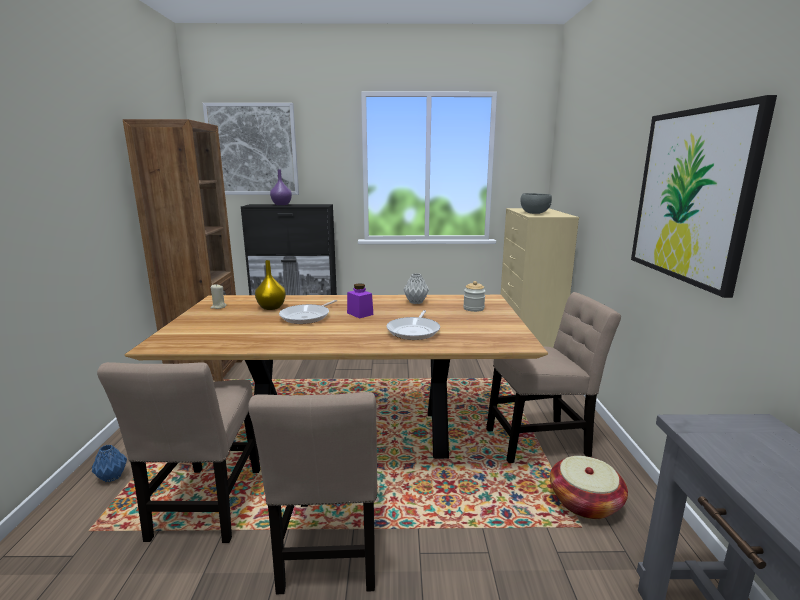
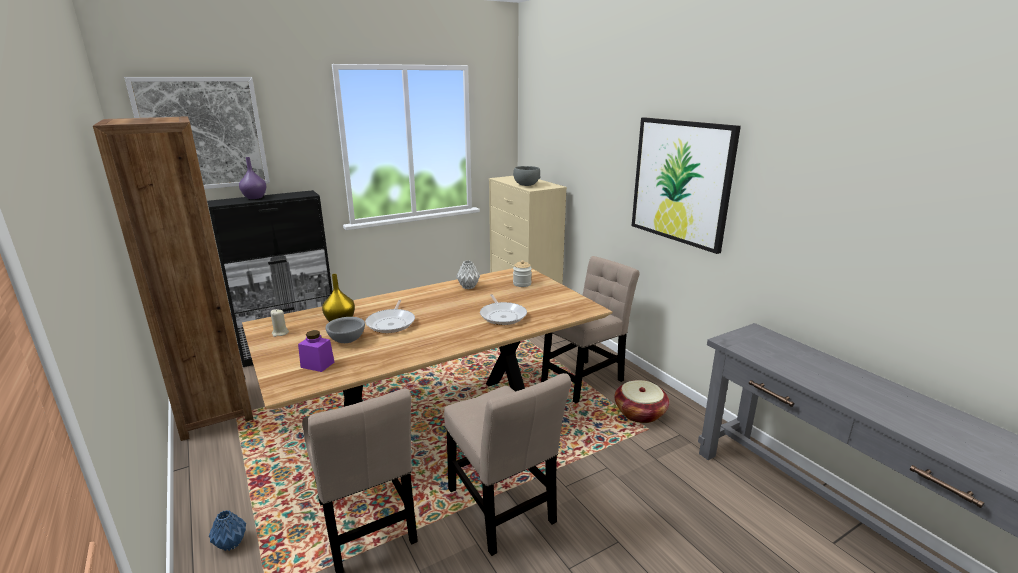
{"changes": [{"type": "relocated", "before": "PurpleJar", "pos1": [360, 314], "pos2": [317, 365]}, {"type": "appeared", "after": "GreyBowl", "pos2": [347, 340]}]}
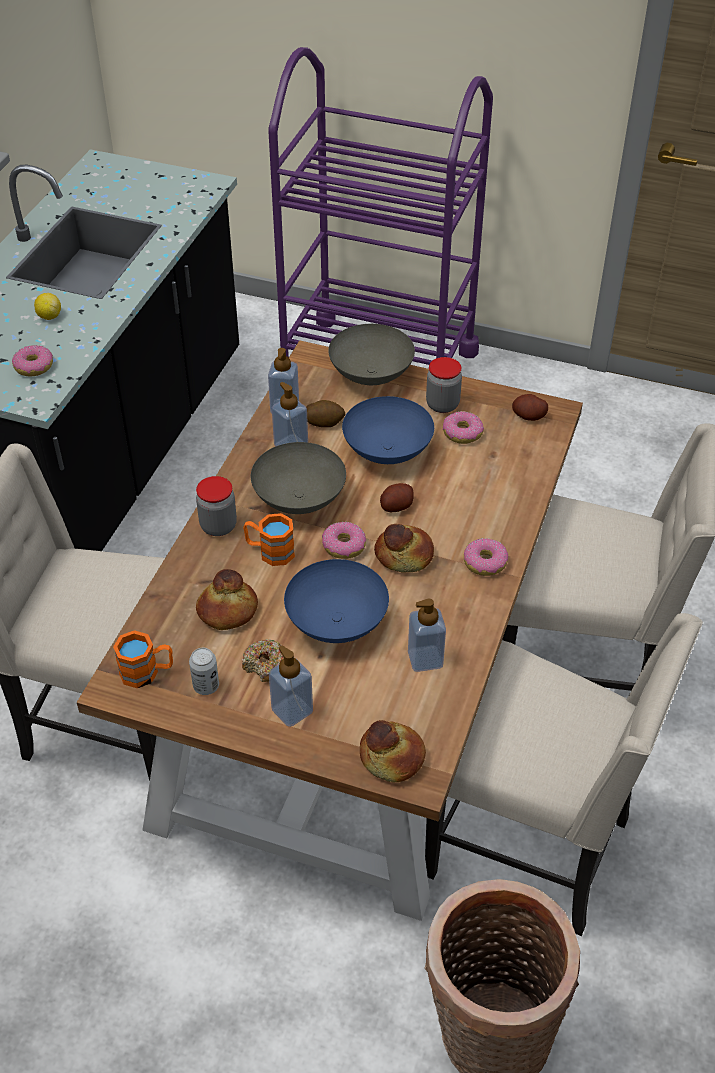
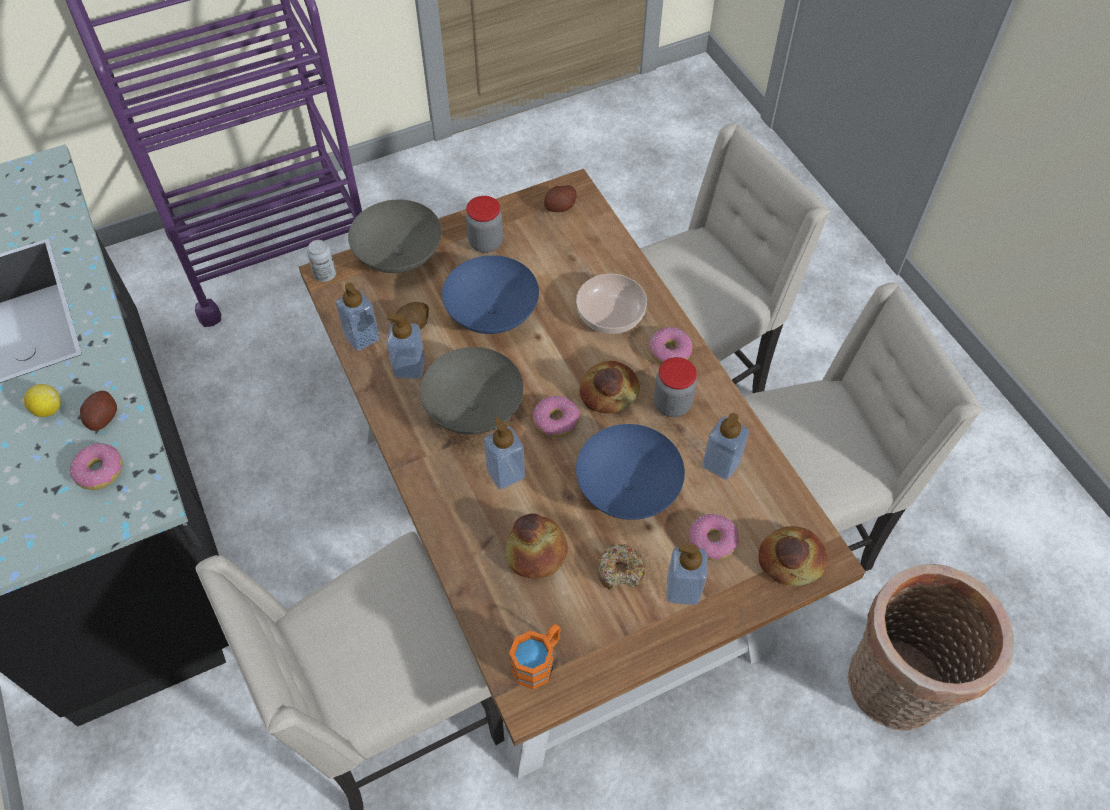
{"changes": [{"type": "relocated", "before": "Donut", "pos1": [462, 433], "pos2": [712, 541]}, {"type": "relocated", "before": "Jar", "pos1": [218, 526], "pos2": [672, 404]}, {"type": "relocated", "before": "Potato", "pos1": [396, 506], "pos2": [102, 418]}, {"type": "exchanged", "before": "OrangeMug", "after": "SoapDispenser", "pos1": [270, 551], "pos2": [505, 473]}, {"type": "relocated", "before": "Can", "pos1": [206, 686], "pos2": [325, 275]}, {"type": "appeared", "after": "Bowl", "pos2": [611, 313]}]}
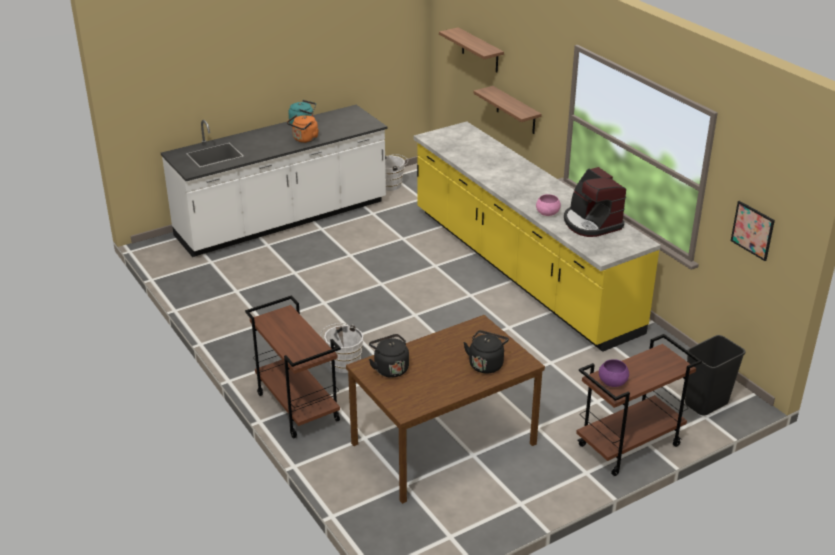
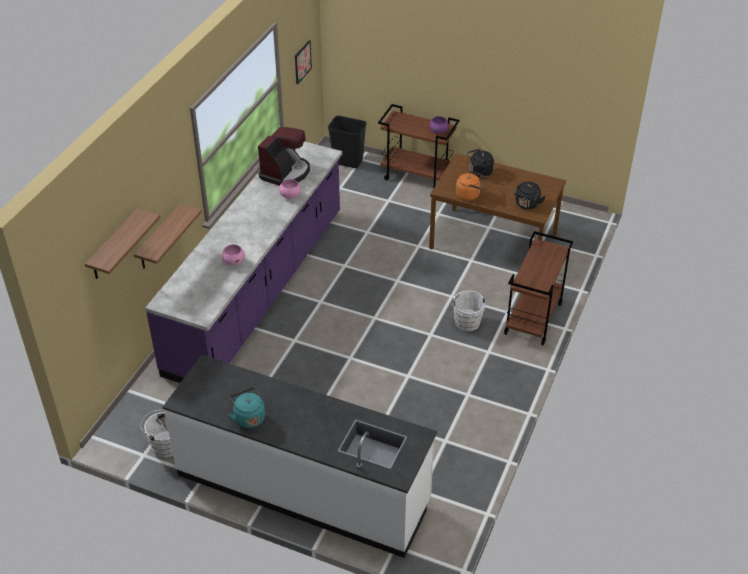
{"changes": [{"type": "relocated", "before": "OrangeKettle", "pos1": [304, 139], "pos2": [469, 195]}, {"type": "colour", "before": "YellowCounter", "after": "PurpleCounter", "pos1": [520, 269], "pos2": [258, 291]}, {"type": "appeared", "after": "PinkBowl", "pos2": [234, 262]}]}
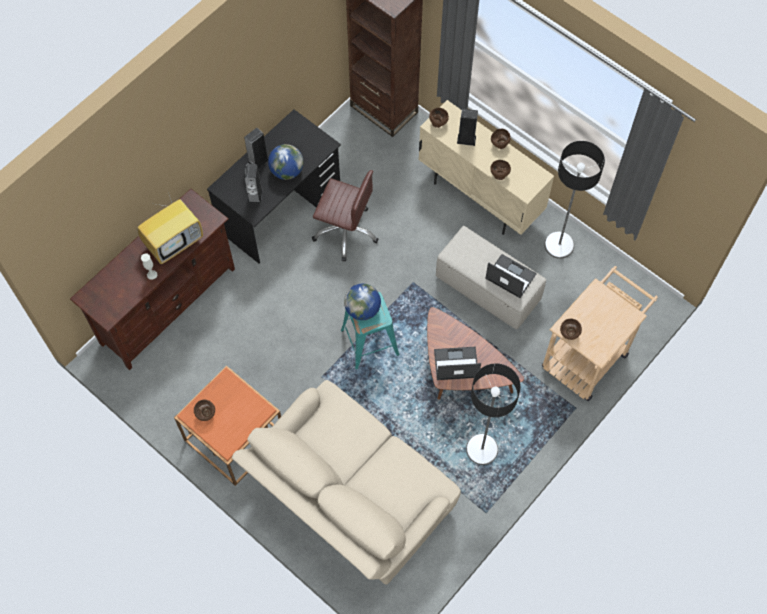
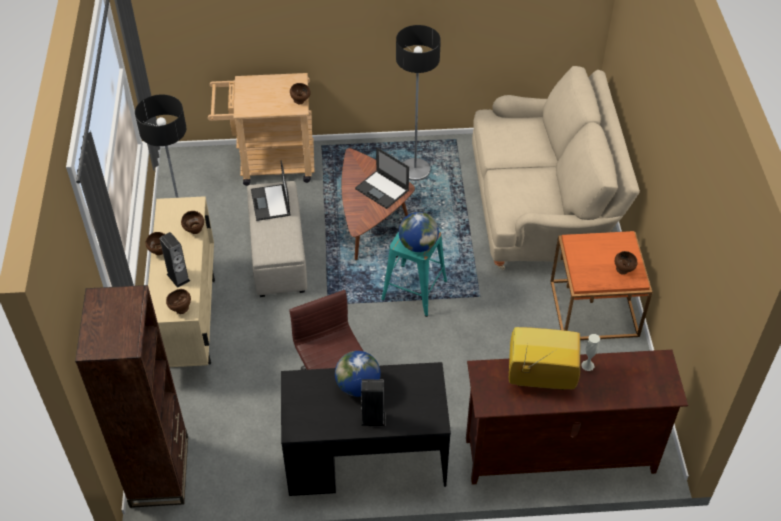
{"changes": [{"type": "missing", "before": "Speaker", "pos1": [255, 195]}]}
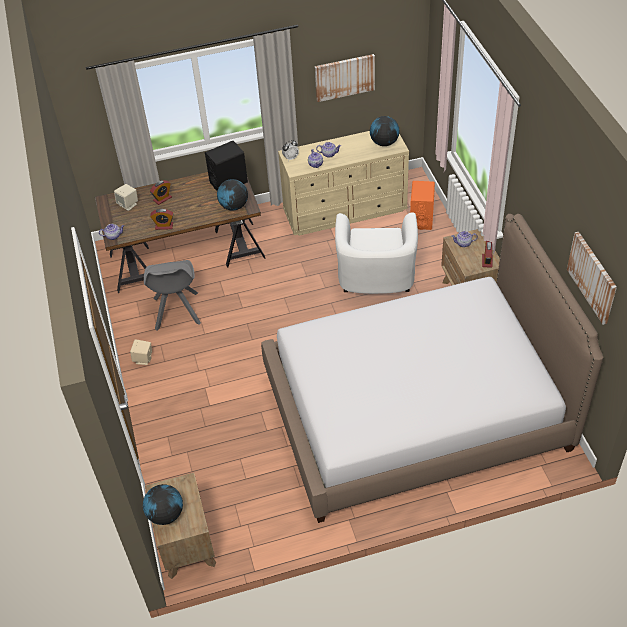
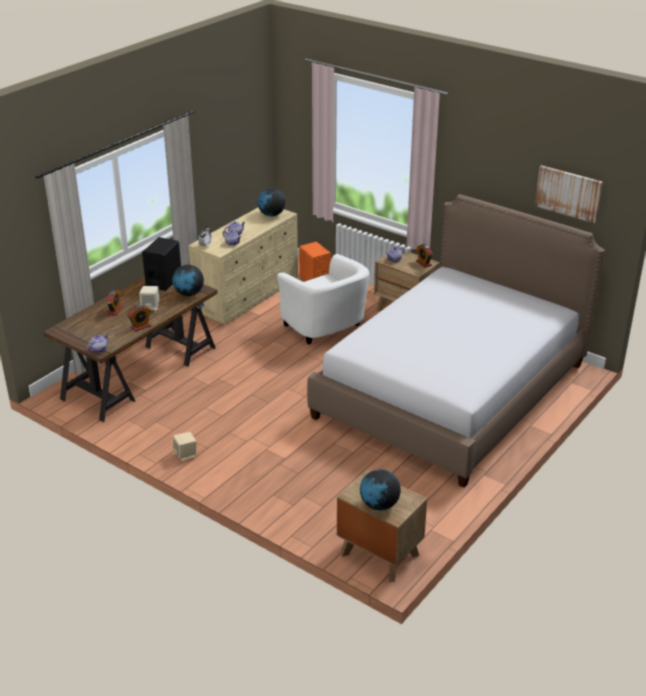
{"changes": [{"type": "missing", "before": "Picture", "pos1": [344, 77]}, {"type": "relocated", "before": "BeigeSpeaker", "pos1": [128, 204], "pos2": [151, 307]}, {"type": "missing", "before": "GreyChair", "pos1": [176, 312]}]}
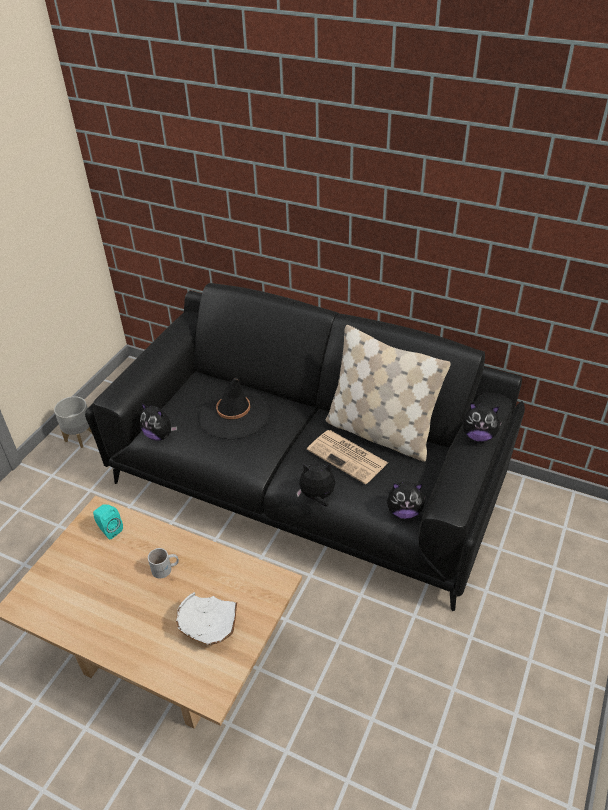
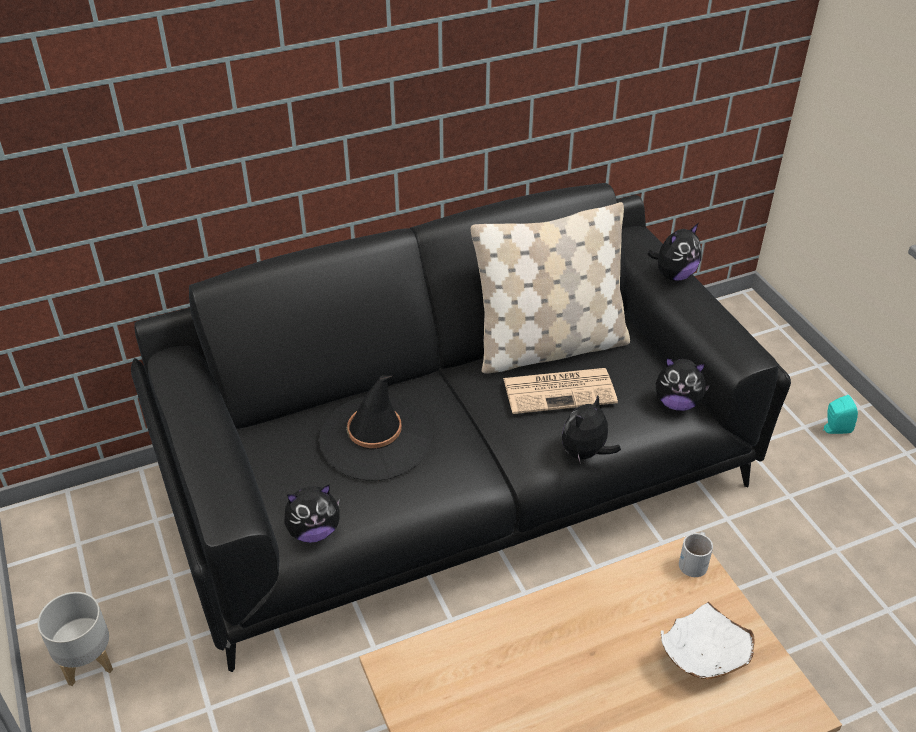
{"changes": [{"type": "spun", "before": "PlushToy", "pos1": [404, 511], "pos2": [677, 403], "turn": 60}, {"type": "relocated", "before": "TurquoiseSpeaker", "pos1": [109, 530], "pos2": [834, 429]}, {"type": "relocated", "before": "WhiteMug", "pos1": [165, 569], "pos2": [695, 561]}]}
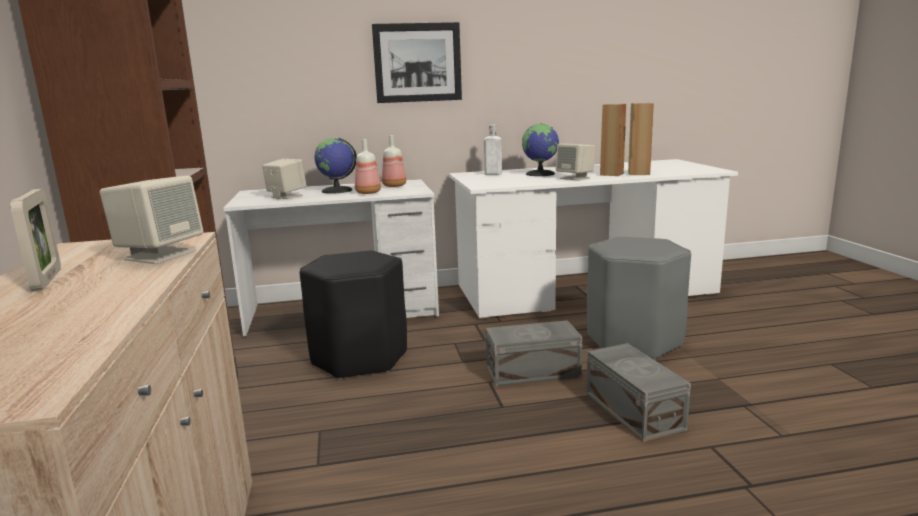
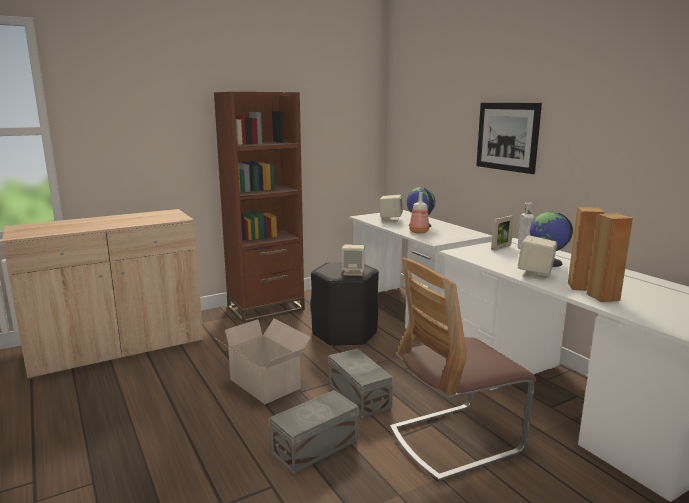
{"changes": [{"type": "missing", "before": "Bottle", "pos1": [393, 186]}, {"type": "relocated", "before": "BeigeSpeaker", "pos1": [160, 255], "pos2": [353, 272]}, {"type": "relocated", "before": "PictureFrame", "pos1": [47, 279], "pos2": [501, 247]}, {"type": "exchanged", "before": "GreyStool", "after": "Chair", "pos1": [633, 340], "pos2": [455, 440]}, {"type": "appeared", "after": "CardboardBox", "pos2": [265, 385]}]}
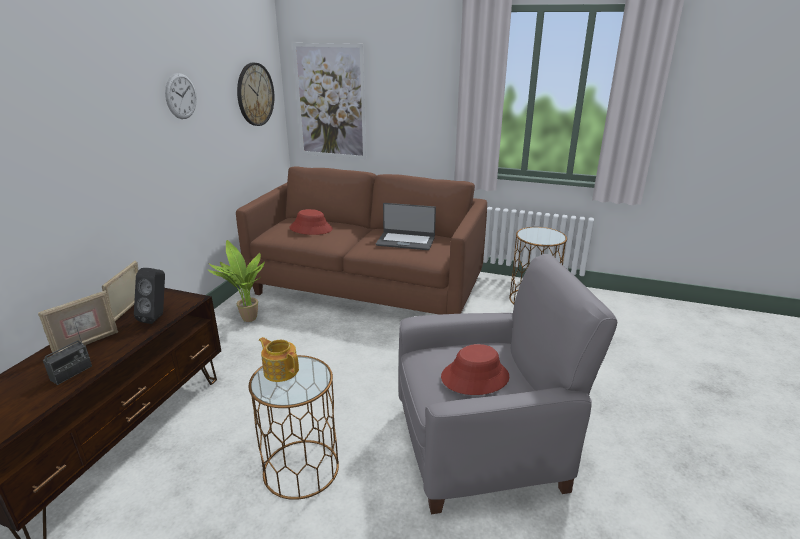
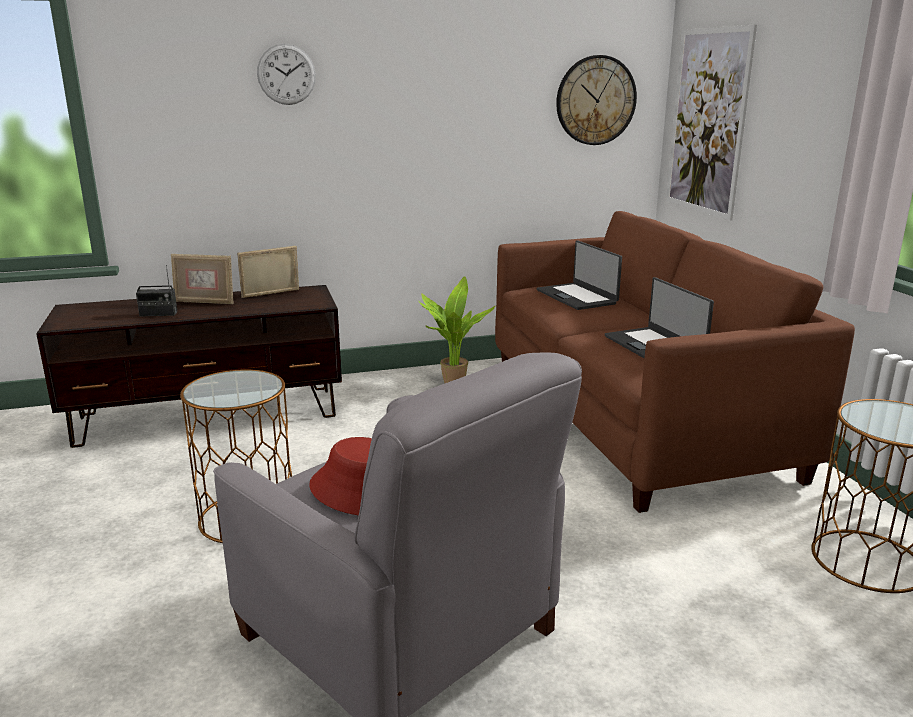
{"changes": [{"type": "relocated", "before": "WallClock", "pos1": [181, 96], "pos2": [286, 74]}, {"type": "exchanged", "before": "RedHat", "after": "Laptop", "pos1": [311, 228], "pos2": [577, 297]}, {"type": "missing", "before": "BlackSpeaker", "pos1": [157, 317]}, {"type": "missing", "before": "Teapot", "pos1": [280, 371]}]}
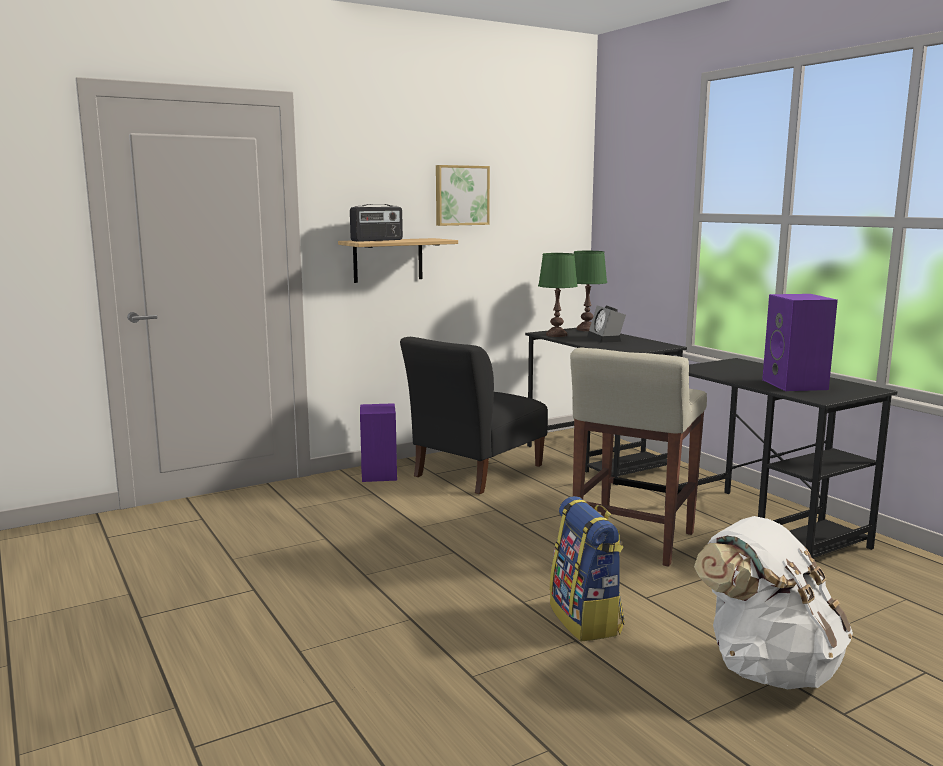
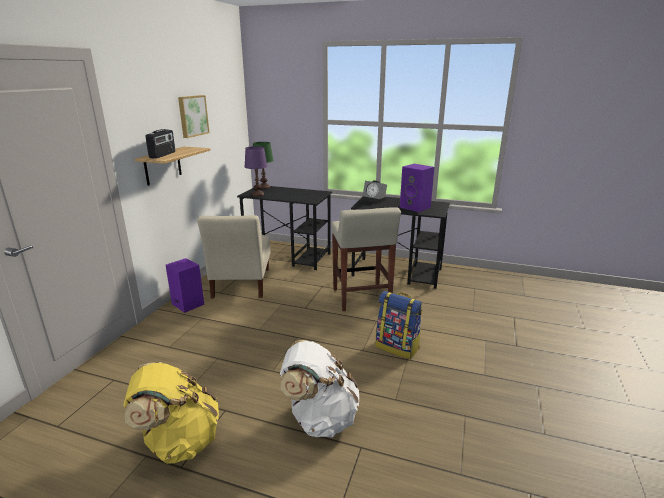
{"changes": [{"type": "colour", "before": "GreenTableLamp", "after": "PurpleTableLamp", "pos1": [556, 335], "pos2": [257, 194]}, {"type": "relocated", "before": "AlarmClock", "pos1": [606, 339], "pos2": [374, 199]}, {"type": "colour", "before": "BlackChair", "after": "BeigeChair", "pos1": [475, 473], "pos2": [241, 285]}, {"type": "relocated", "before": "WhiteBackpack", "pos1": [767, 668], "pos2": [320, 418]}, {"type": "appeared", "after": "YellowBackpack", "pos2": [179, 441]}]}
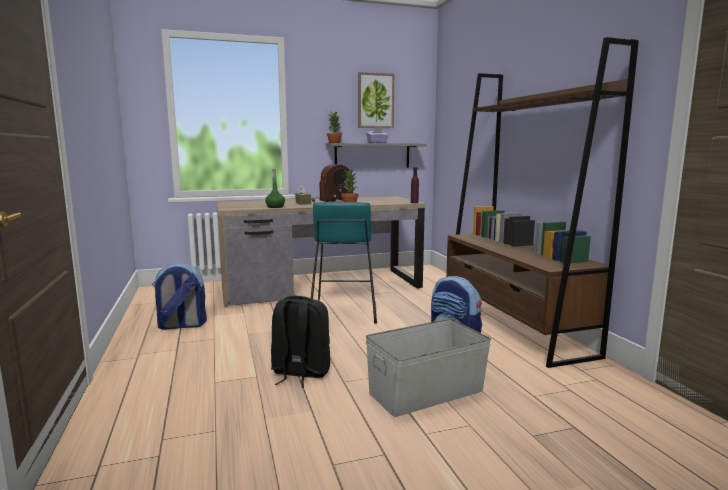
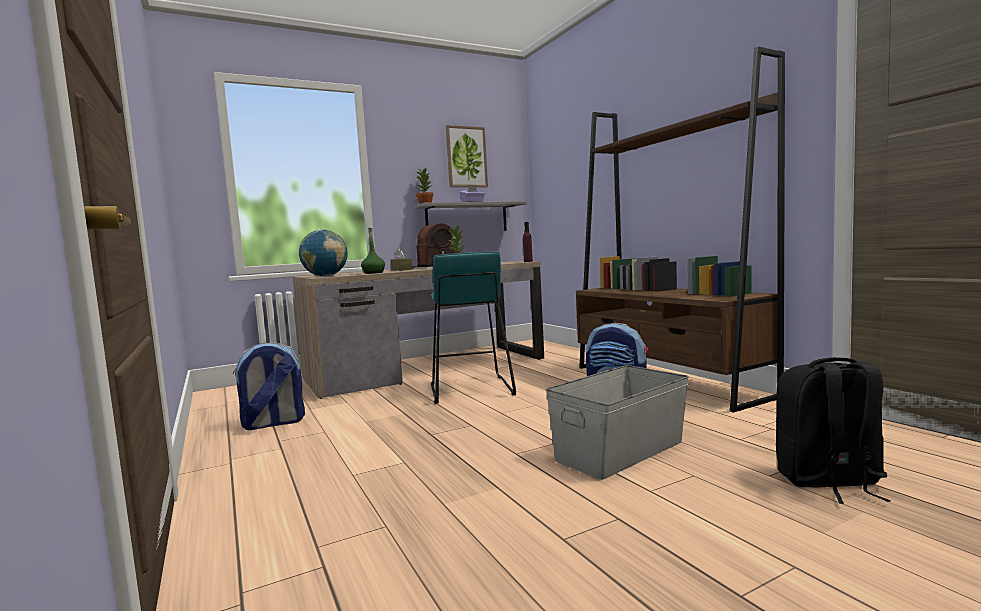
{"changes": [{"type": "relocated", "before": "BlackBackpack", "pos1": [300, 373], "pos2": [829, 482]}, {"type": "appeared", "after": "Globe", "pos2": [325, 276]}]}
